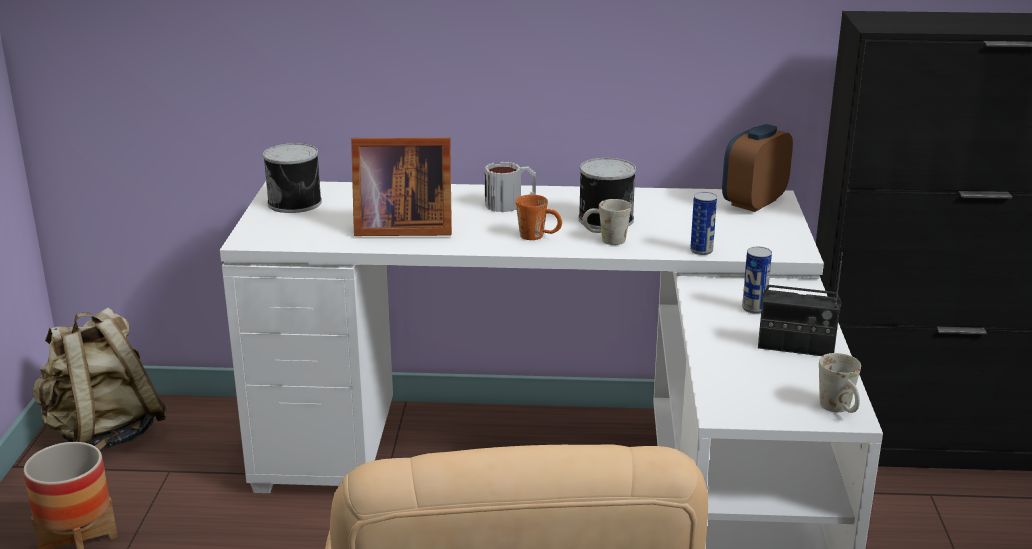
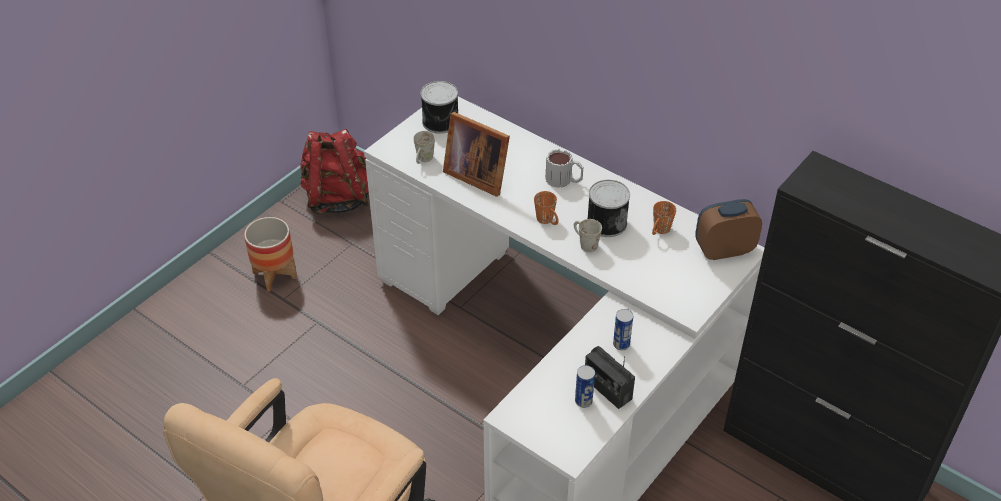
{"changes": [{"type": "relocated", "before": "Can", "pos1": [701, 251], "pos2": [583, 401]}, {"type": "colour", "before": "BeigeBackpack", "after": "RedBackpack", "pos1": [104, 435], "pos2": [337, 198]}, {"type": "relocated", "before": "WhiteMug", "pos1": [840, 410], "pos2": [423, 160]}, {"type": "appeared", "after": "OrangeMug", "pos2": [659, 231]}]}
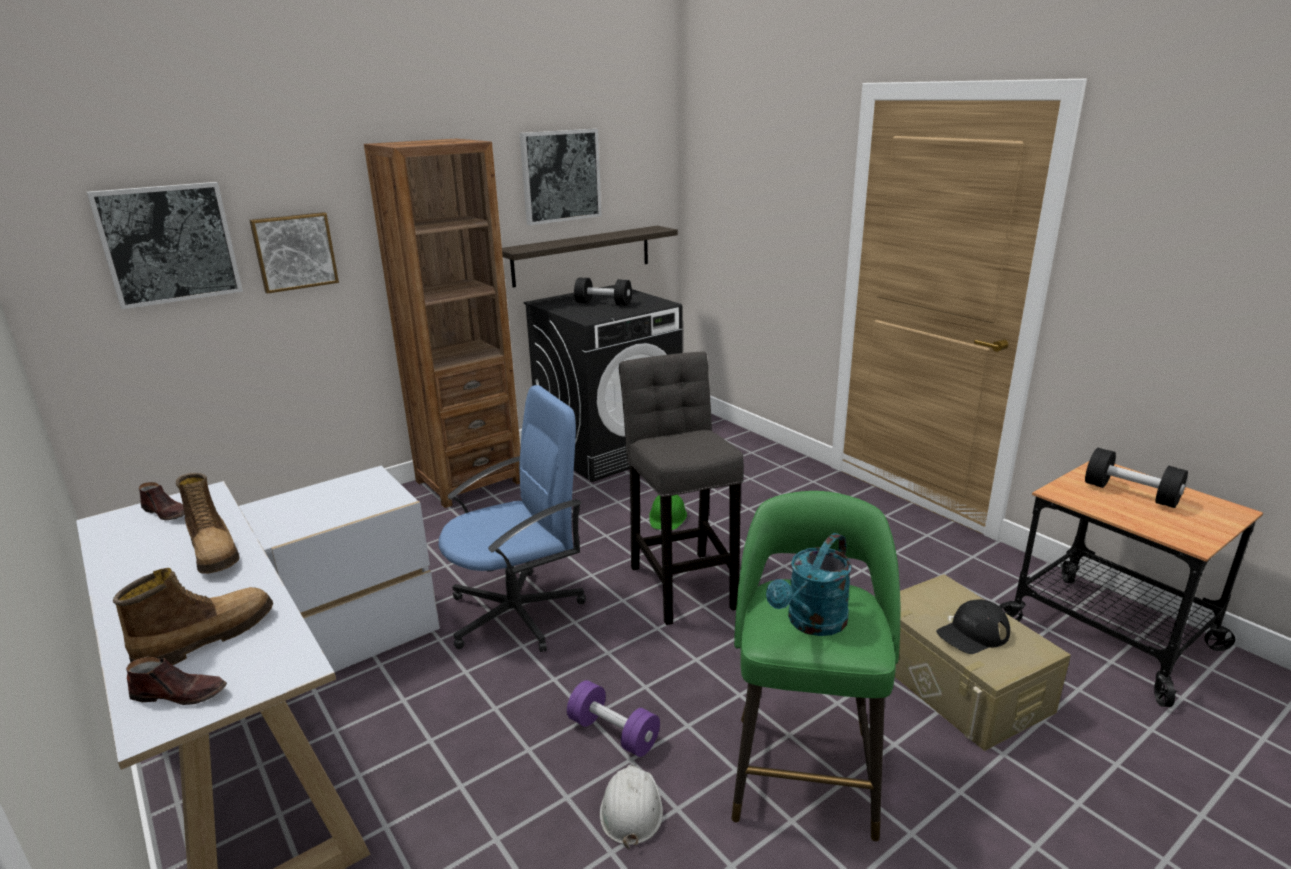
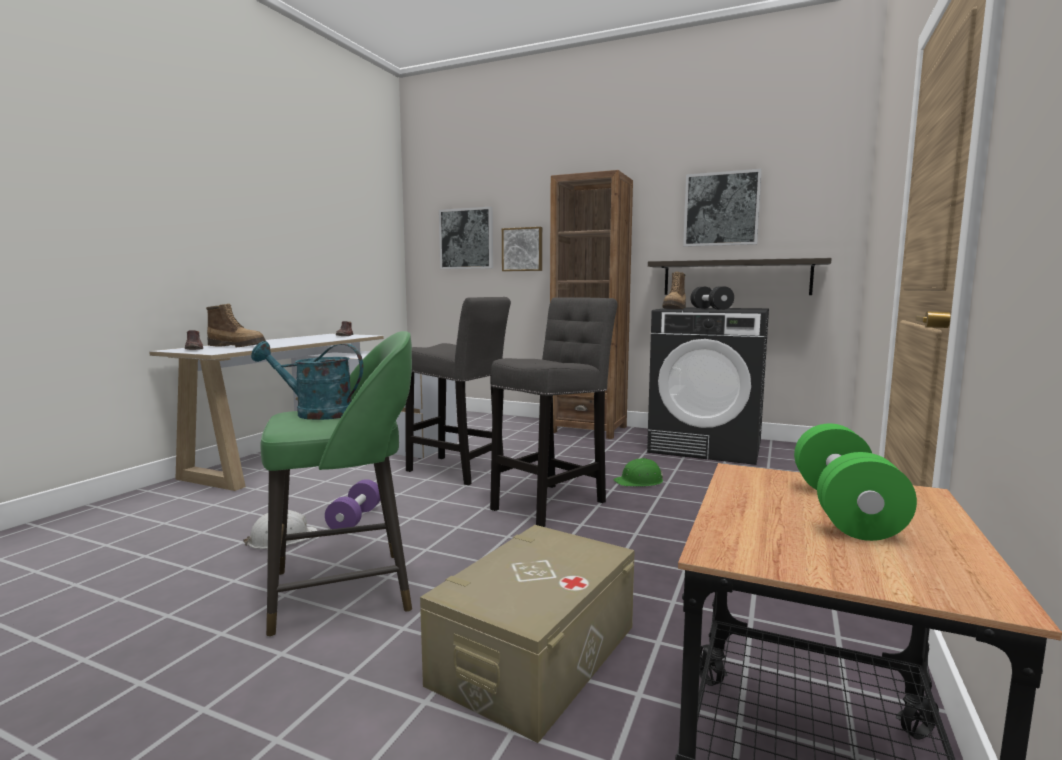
{"changes": [{"type": "exchanged", "before": "BlueOfficeChair", "after": "GreyStool", "pos1": [517, 613], "pos2": [459, 471]}, {"type": "colour", "before": "BlackDumbbell", "after": "GreenDumbbell", "pos1": [1130, 494], "pos2": [843, 510]}, {"type": "relocated", "before": "Boot", "pos1": [215, 553], "pos2": [675, 308]}, {"type": "missing", "before": "BlackCap", "pos1": [973, 634]}]}
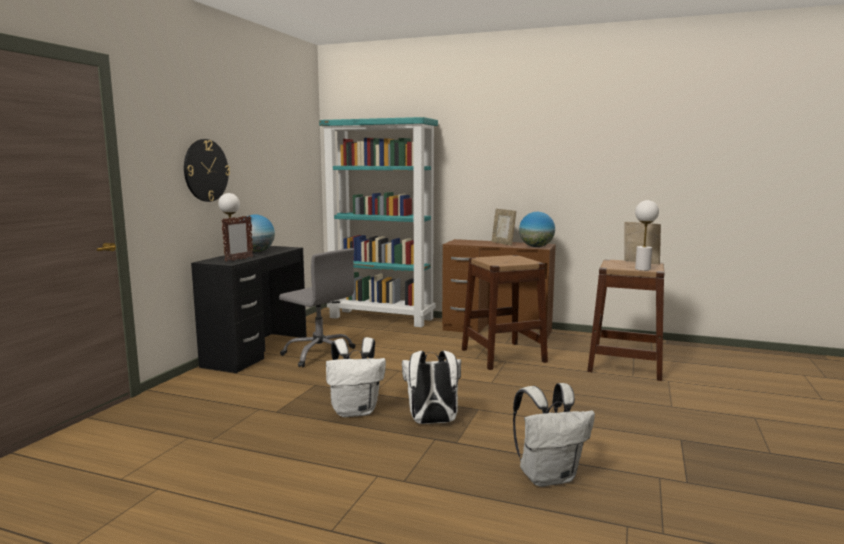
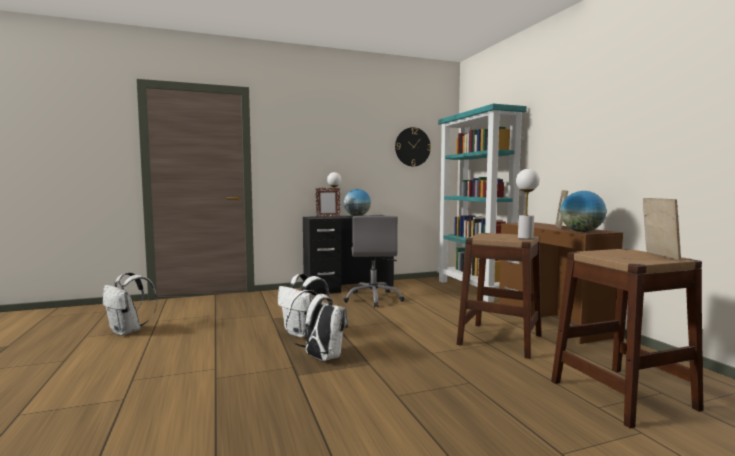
{"changes": [{"type": "relocated", "before": "WallClock", "pos1": [206, 170], "pos2": [412, 147]}, {"type": "relocated", "before": "WhiteTableLamp", "pos1": [642, 269], "pos2": [525, 238]}, {"type": "relocated", "before": "WhiteBackpack", "pos1": [548, 476], "pos2": [128, 331]}]}
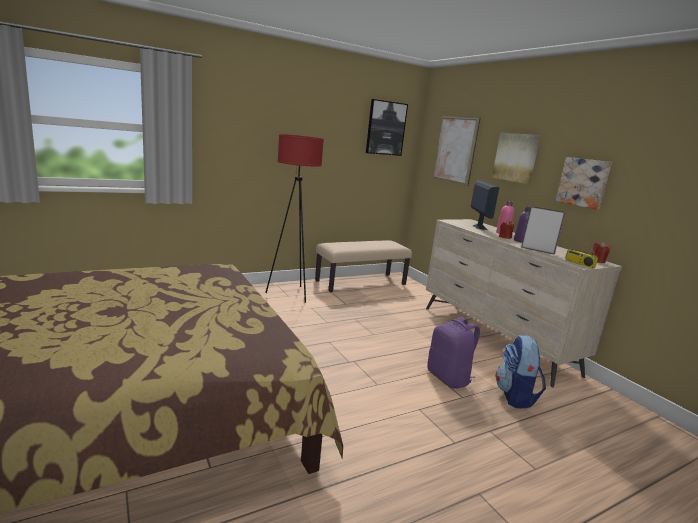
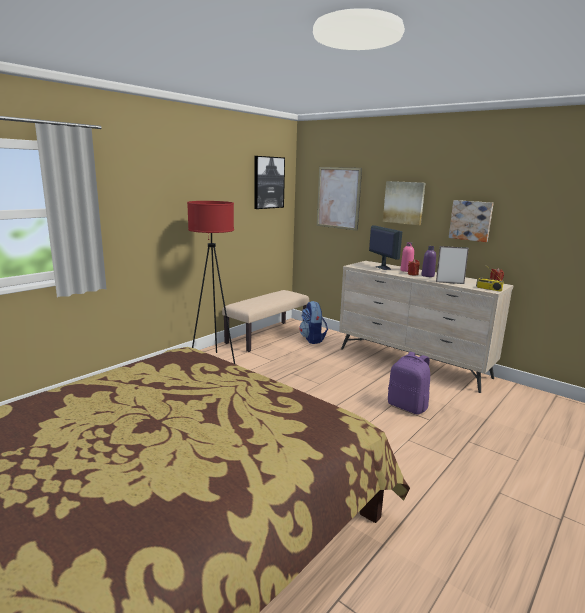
{"changes": [{"type": "relocated", "before": "Backpack", "pos1": [515, 396], "pos2": [312, 339]}]}
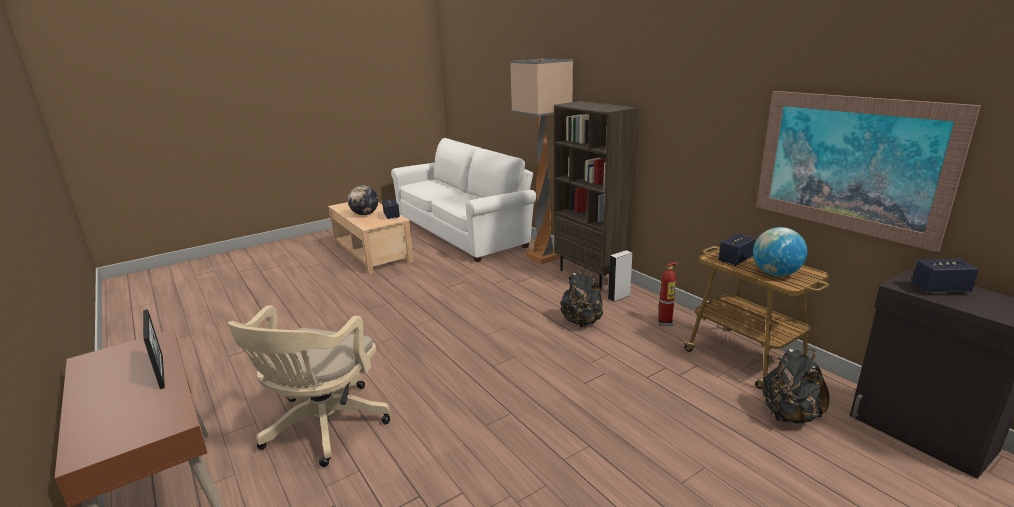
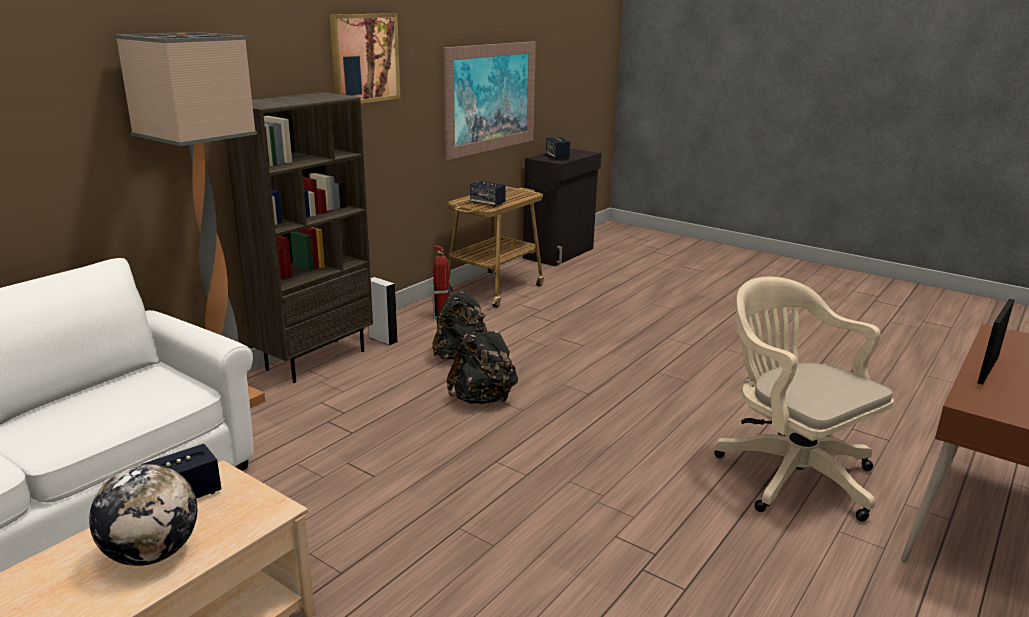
{"changes": [{"type": "missing", "before": "Globe", "pos1": [775, 274]}, {"type": "spun", "before": "BeigeOfficeChair", "pos1": [322, 428], "pos2": [788, 472], "turn": -120}, {"type": "relocated", "before": "BlackBackpack", "pos1": [789, 415], "pos2": [483, 399]}, {"type": "appeared", "after": "Picture", "pos2": [364, 58]}]}
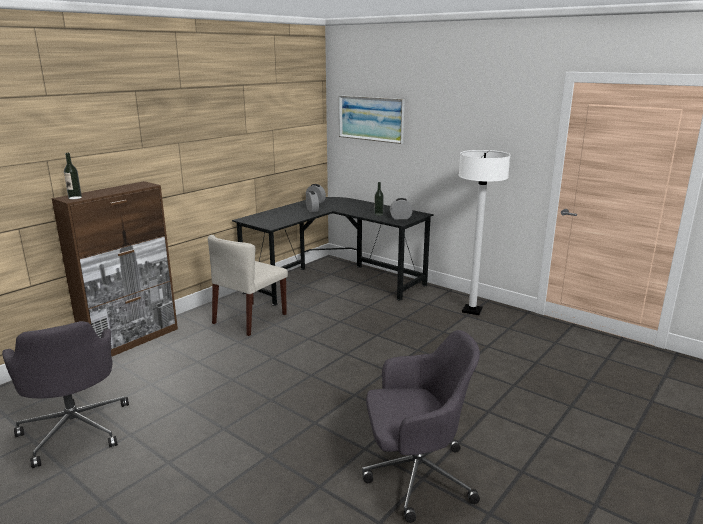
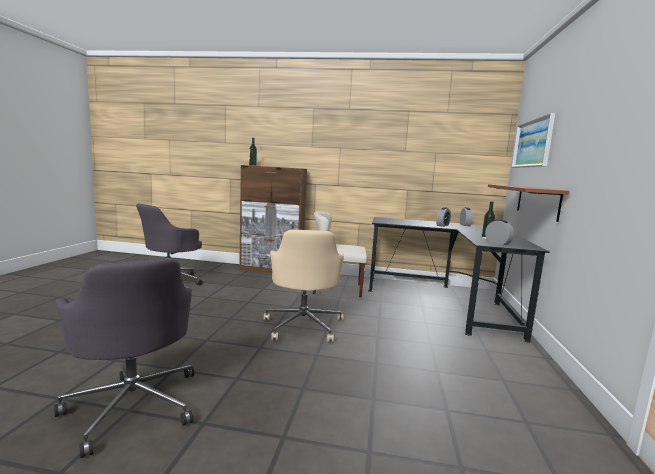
{"changes": [{"type": "missing", "before": "WhiteFloorLamp", "pos1": [472, 310]}, {"type": "appeared", "after": "BrownShelf", "pos2": [537, 201]}, {"type": "appeared", "after": "BeigeOfficeChair", "pos2": [303, 325]}]}
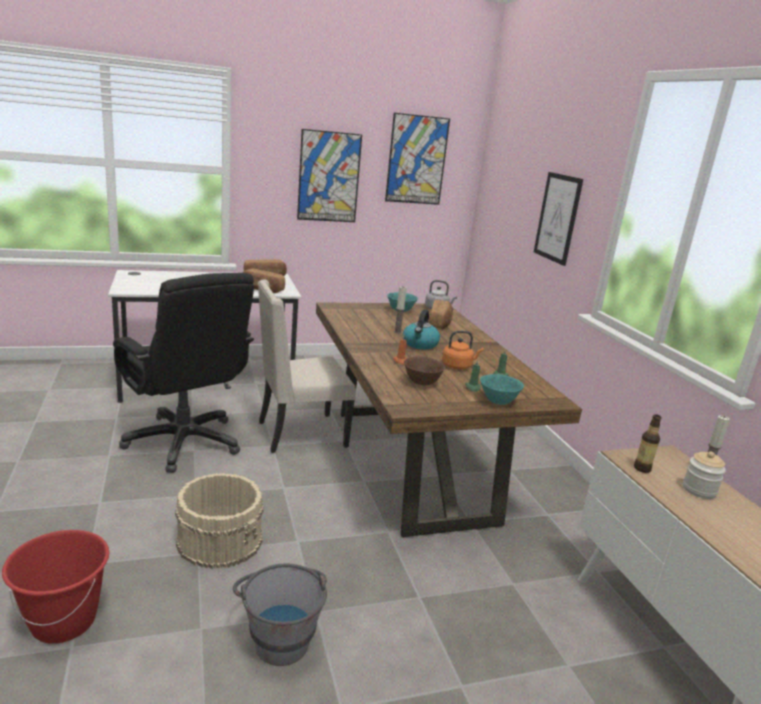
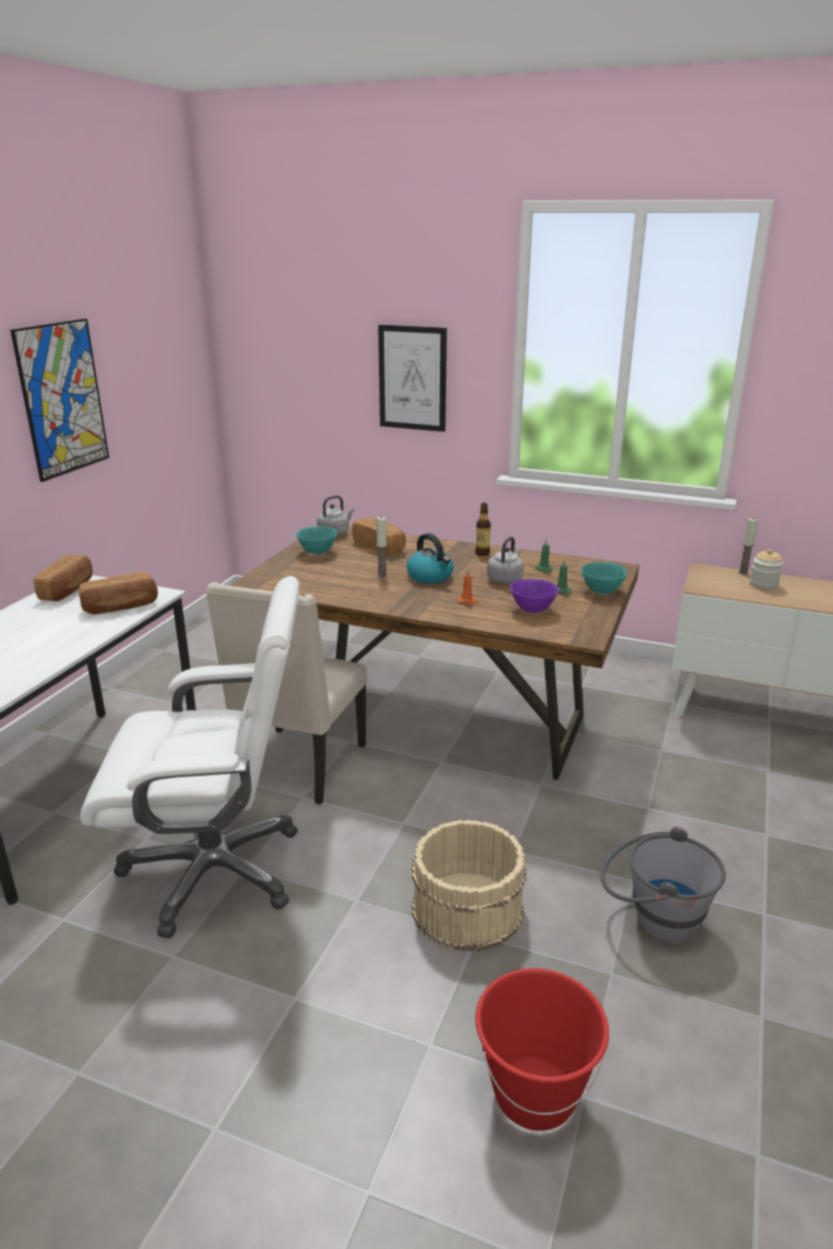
{"changes": [{"type": "missing", "before": "Picture", "pos1": [417, 160]}, {"type": "colour", "before": "BlackOfficeChair", "after": "WhiteOfficeChair", "pos1": [184, 442], "pos2": [215, 870]}, {"type": "colour", "before": "OrangeKettle", "after": "GreyKettle", "pos1": [458, 366], "pos2": [505, 579]}, {"type": "colour", "before": "BrownBowl", "after": "PurpleBowl", "pos1": [422, 383], "pos2": [532, 609]}, {"type": "relocated", "before": "Bottle", "pos1": [642, 468], "pos2": [482, 553]}]}
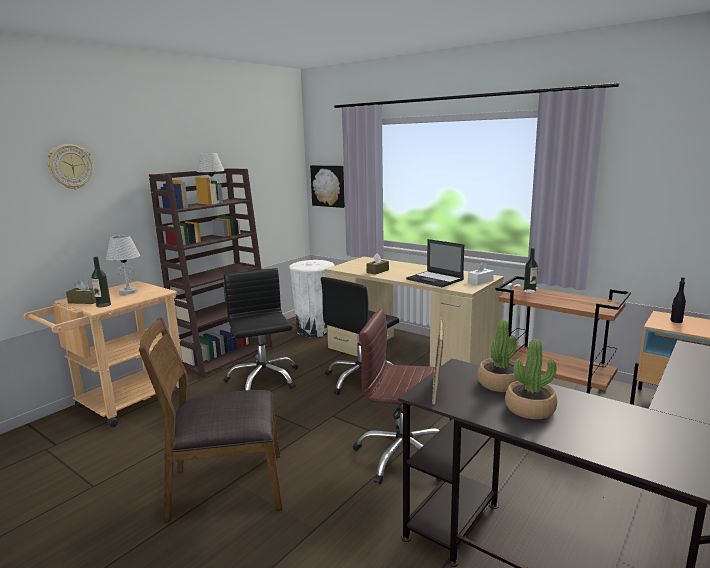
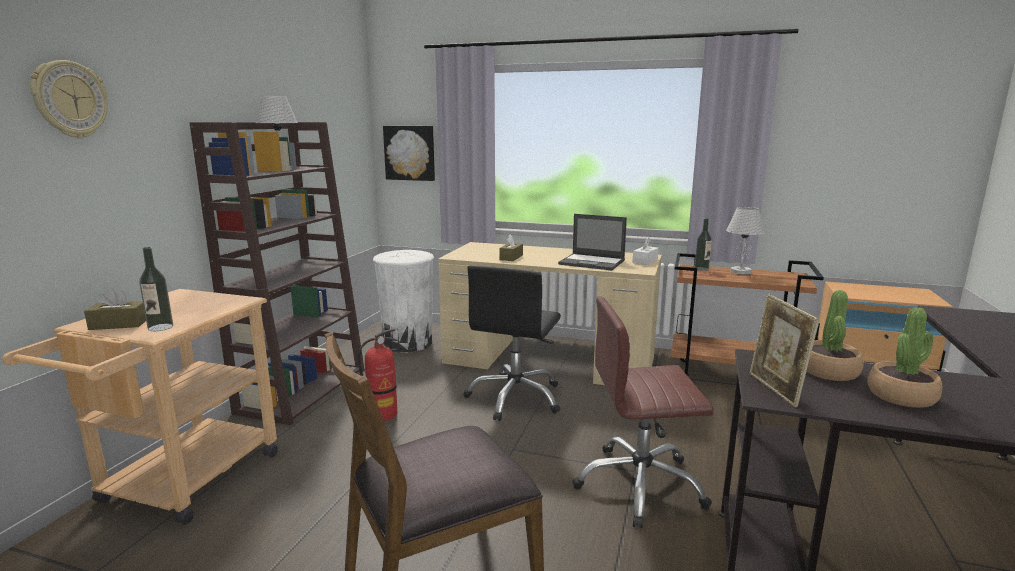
{"changes": [{"type": "relocated", "before": "WhiteTableLamp", "pos1": [128, 292], "pos2": [741, 272]}, {"type": "exchanged", "before": "BlackOfficeChair", "after": "FireExtinguisher", "pos1": [263, 379], "pos2": [383, 415]}, {"type": "missing", "before": "BlackBottle", "pos1": [676, 321]}]}
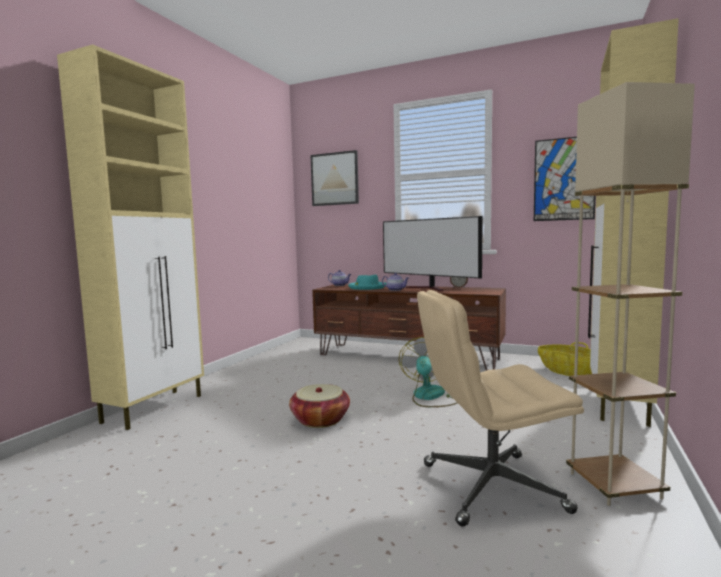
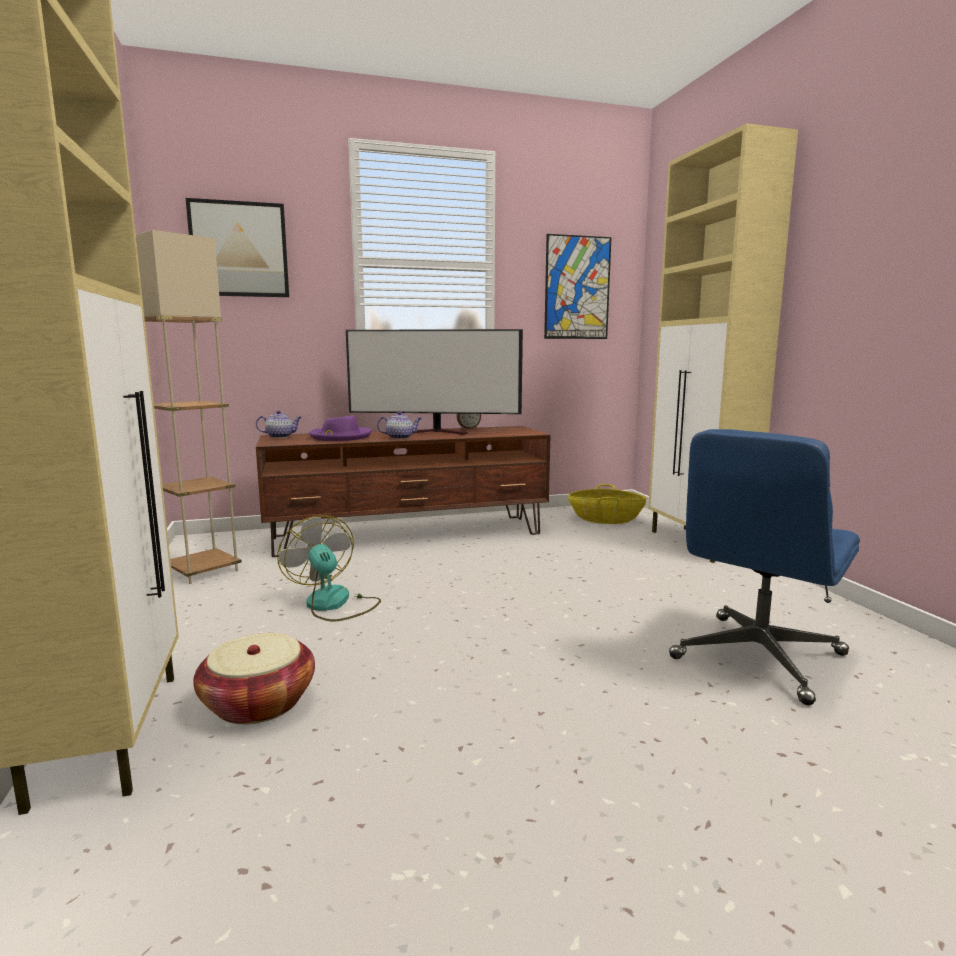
{"changes": [{"type": "relocated", "before": "BeigeFloorLamp", "pos1": [614, 485], "pos2": [203, 571]}, {"type": "colour", "before": "TurquoiseHat", "after": "PurpleHat", "pos1": [367, 287], "pos2": [340, 437]}, {"type": "colour", "before": "BeigeOfficeChair", "after": "BlueOfficeChair", "pos1": [490, 487], "pos2": [758, 657]}, {"type": "relocated", "before": "Fan", "pos1": [429, 397], "pos2": [333, 604]}, {"type": "relocated", "before": "Basket", "pos1": [320, 420], "pos2": [258, 703]}]}
